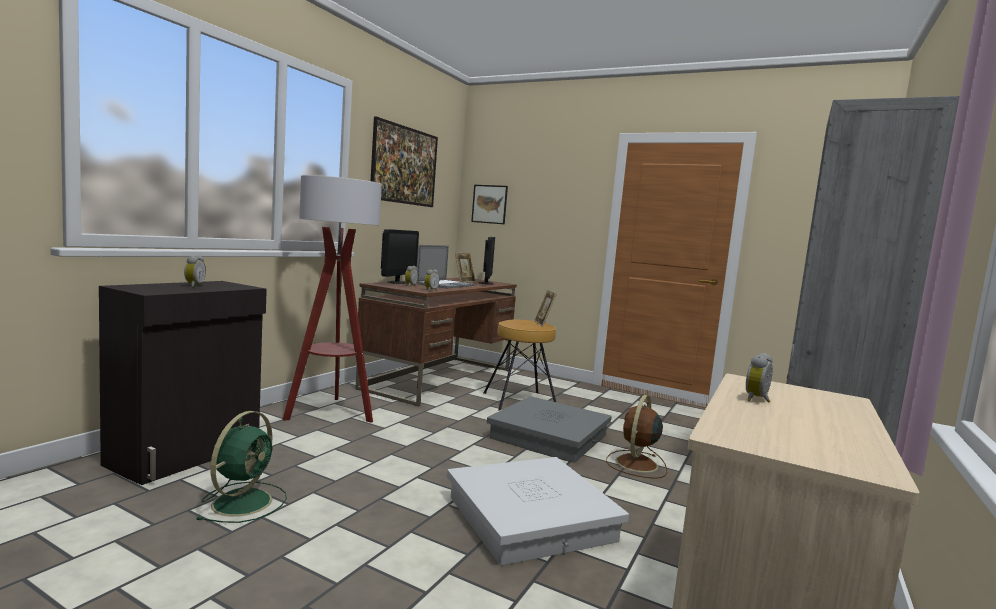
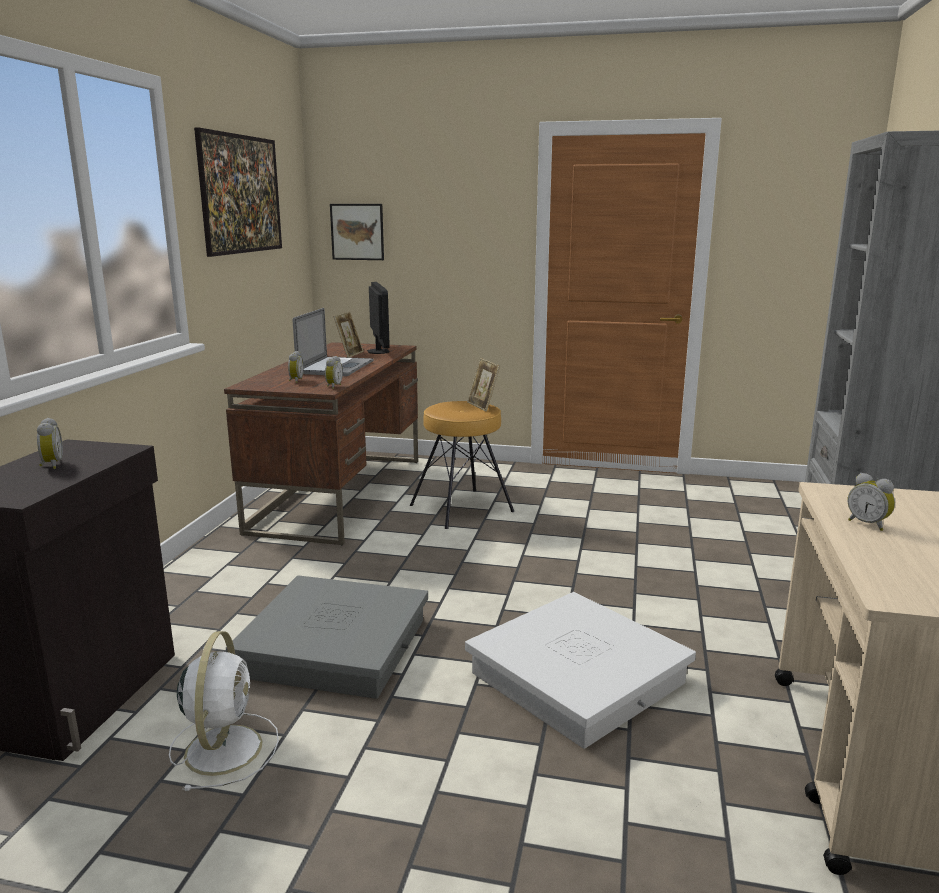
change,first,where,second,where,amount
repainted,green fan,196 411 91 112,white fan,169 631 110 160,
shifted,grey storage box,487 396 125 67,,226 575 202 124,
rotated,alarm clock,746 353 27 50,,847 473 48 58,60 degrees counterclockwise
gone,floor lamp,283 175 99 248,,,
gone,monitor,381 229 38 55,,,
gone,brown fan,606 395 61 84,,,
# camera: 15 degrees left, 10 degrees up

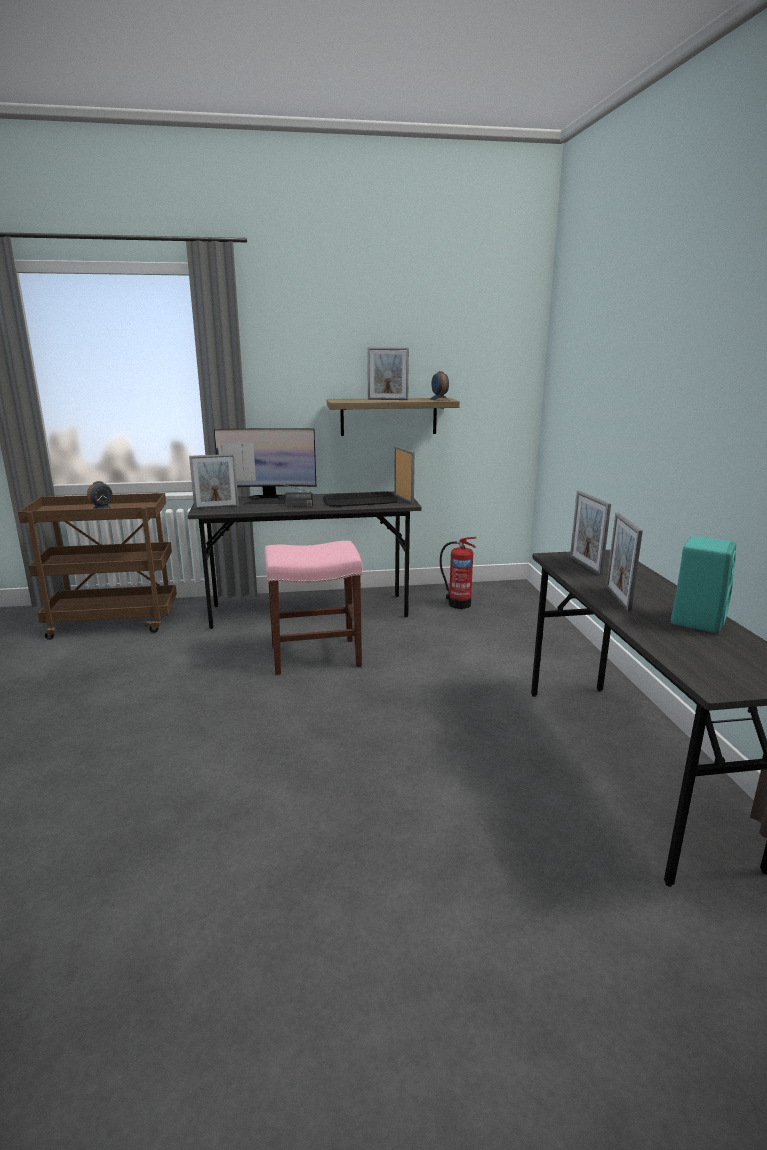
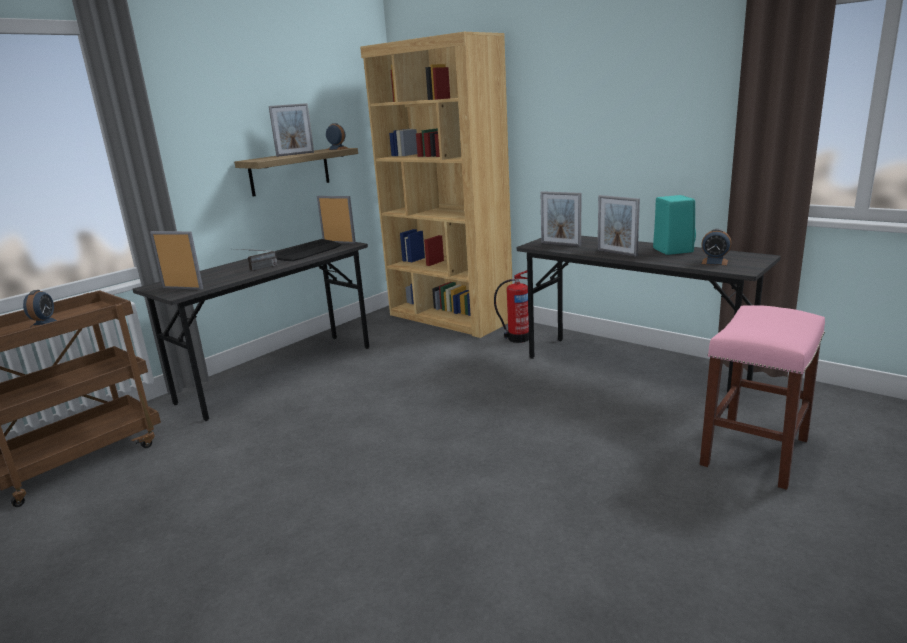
change,first,where,second,where,amount
rotated,picture frame,189 454 50 55,,150 231 53 59,105 degrees counterclockwise
new,,,brown bookcase,360 32 153 306,
shifted,fire extinguisher,440 537 37 72,,494 270 35 73,
shifted,pink stool,265 541 98 134,,700 305 125 185,
new,,,alarm clock,702 229 29 36,
gone,monitor,214 428 102 76,,,
# camera: 40 degrees left, 0 degrees up

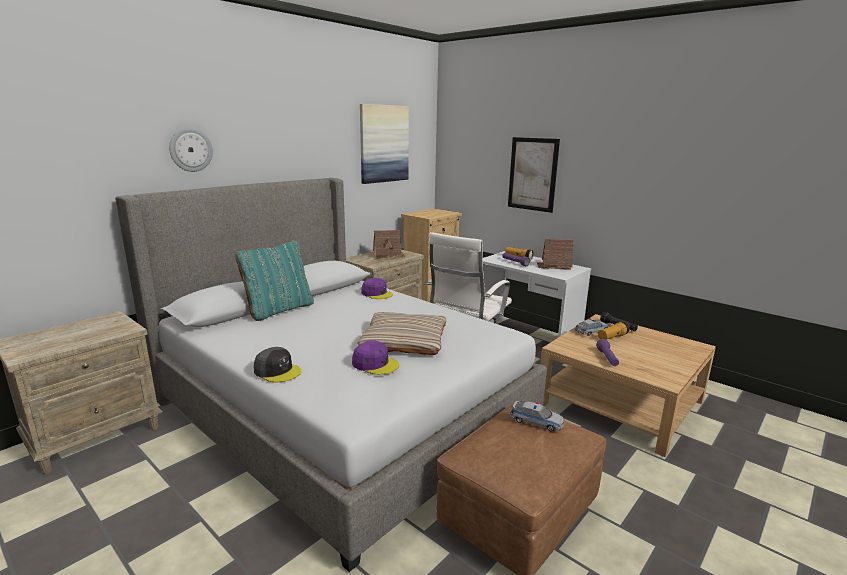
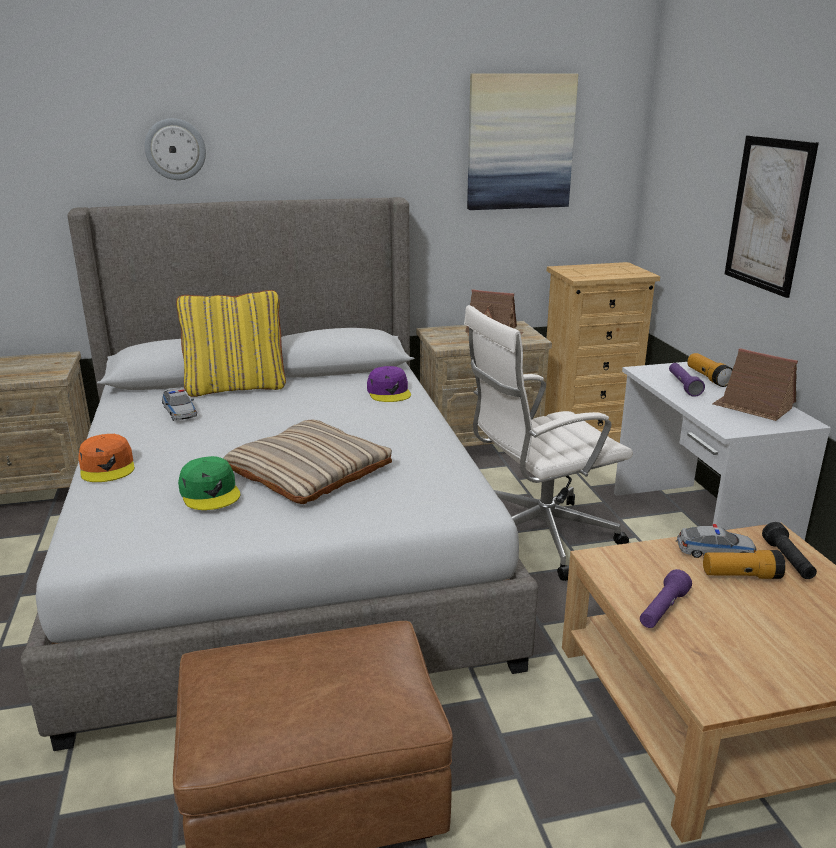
change,first,where,second,where,amount
repainted,grey cap,254 347 47 35,orange cap,78 434 57 48,
shifted,toy car,510 401 55 31,,162 388 35 33,
repainted,turquoise pillow,235 240 79 81,yellow pillow,176 290 110 107,
repainted,purple cap,352 341 47 34,green cap,178 456 63 54,
# camera: 35 degrees right, 5 degrees up

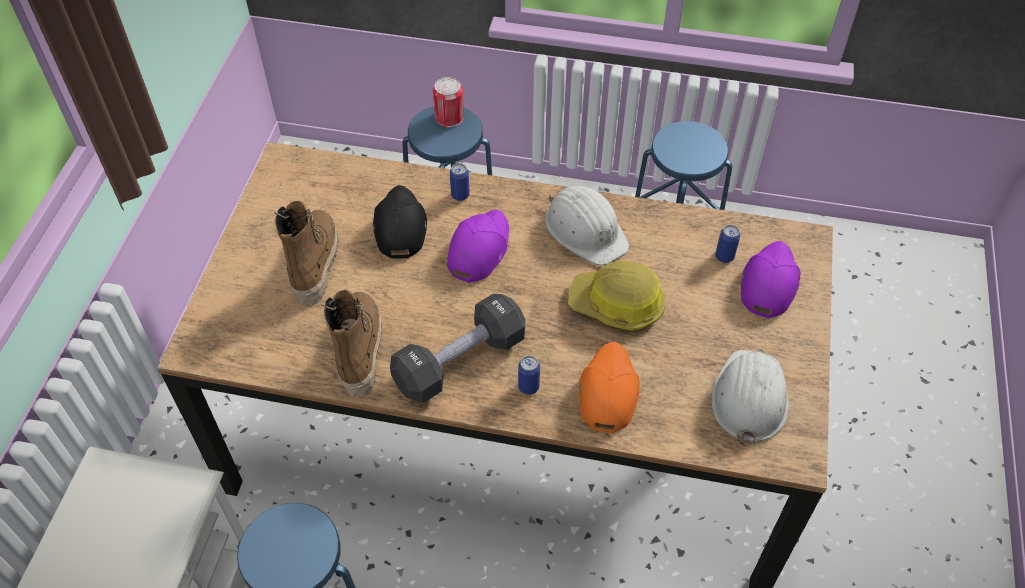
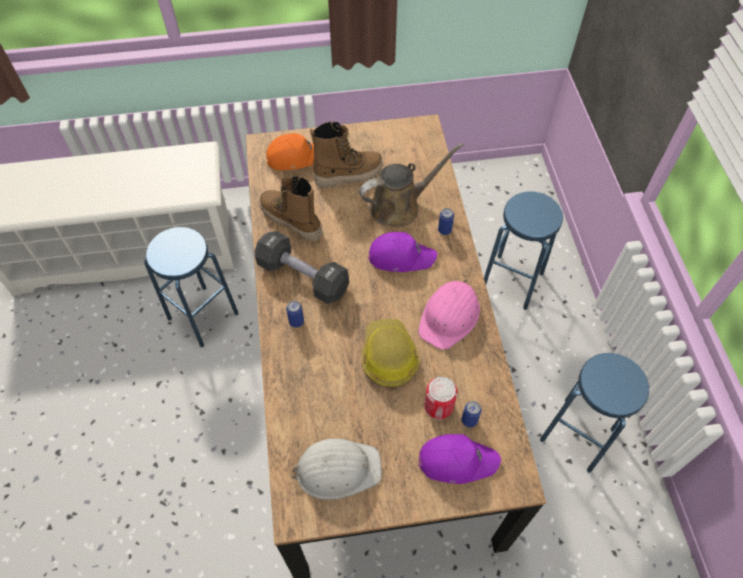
change,first,where,second,where,amount
rotated,boot,321 290 61 107,,260 176 62 65,120 degrees counterclockwise
shifted,orange cap,579 342 61 92,,266 133 48 37,
swapped,black cap,373 185 54 74,brown watering can,359 143 105 84,
repainted,white hard hat,545 186 85 79,pink hard hat,418 280 62 70,
shifted,can,433 77 31 50,,424 377 33 43,
# camera: 70 degrees right, 5 degrees up

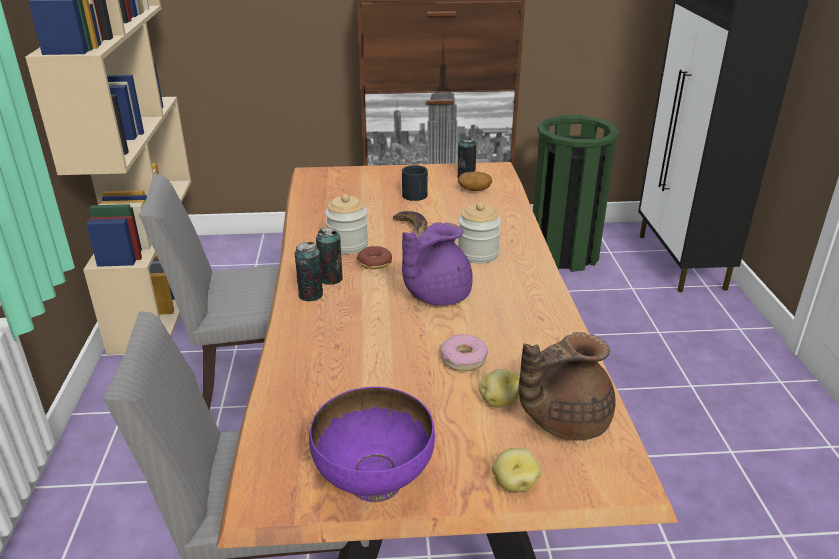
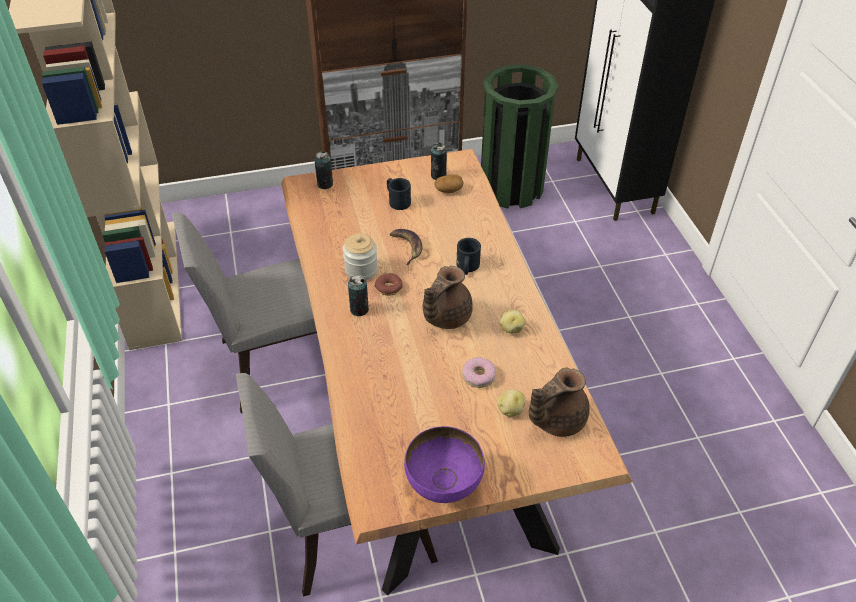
change,first,where,second,where,amount
shifted,can,294 242 29 59,,314 151 19 38,
repainted,purple teapot,402 222 71 84,brown teapot,423 266 50 63,
swapped,jar,458 202 43 62,black mug,456 238 25 37,
shifted,potato,492 448 49 44,,499 310 27 24,
# camera: 10 degrees left, 15 degrees up

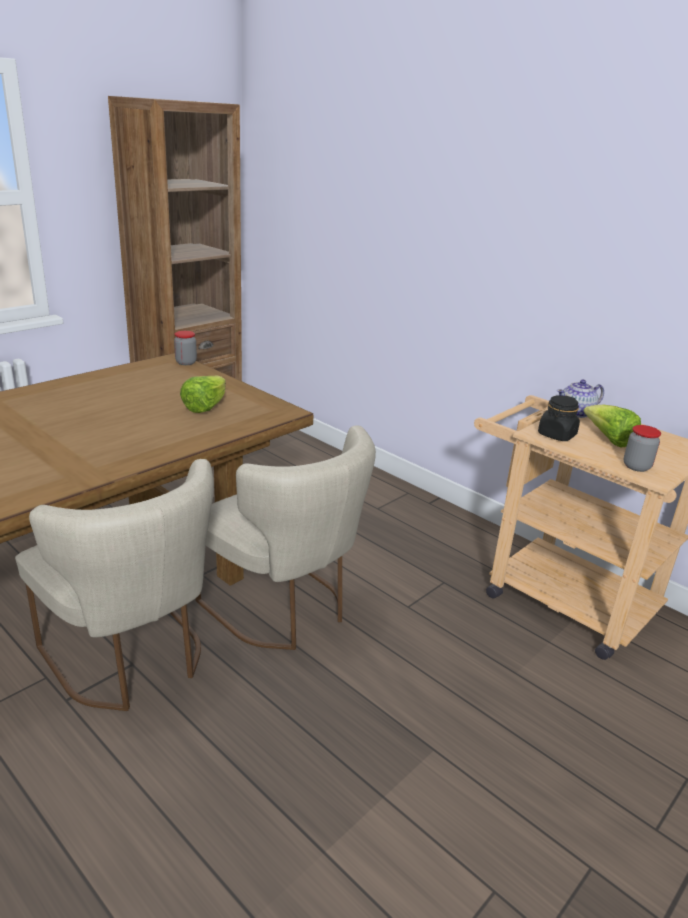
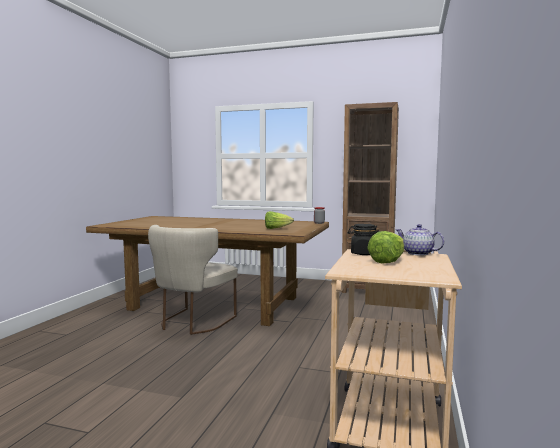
change,first,where,second,where,amount
gone,beige chair,196 426 180 224,,,
gone,jar,624 425 37 47,,,
# camera: 65 degrees right, 20 degrees down

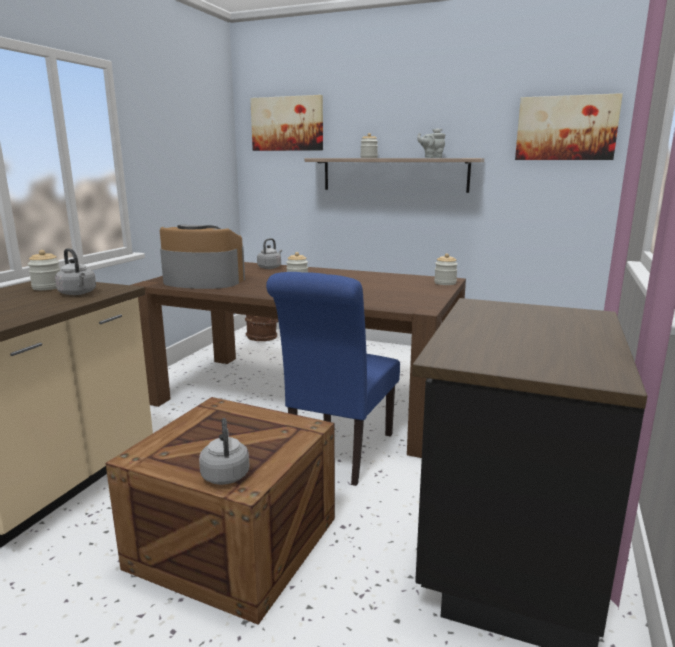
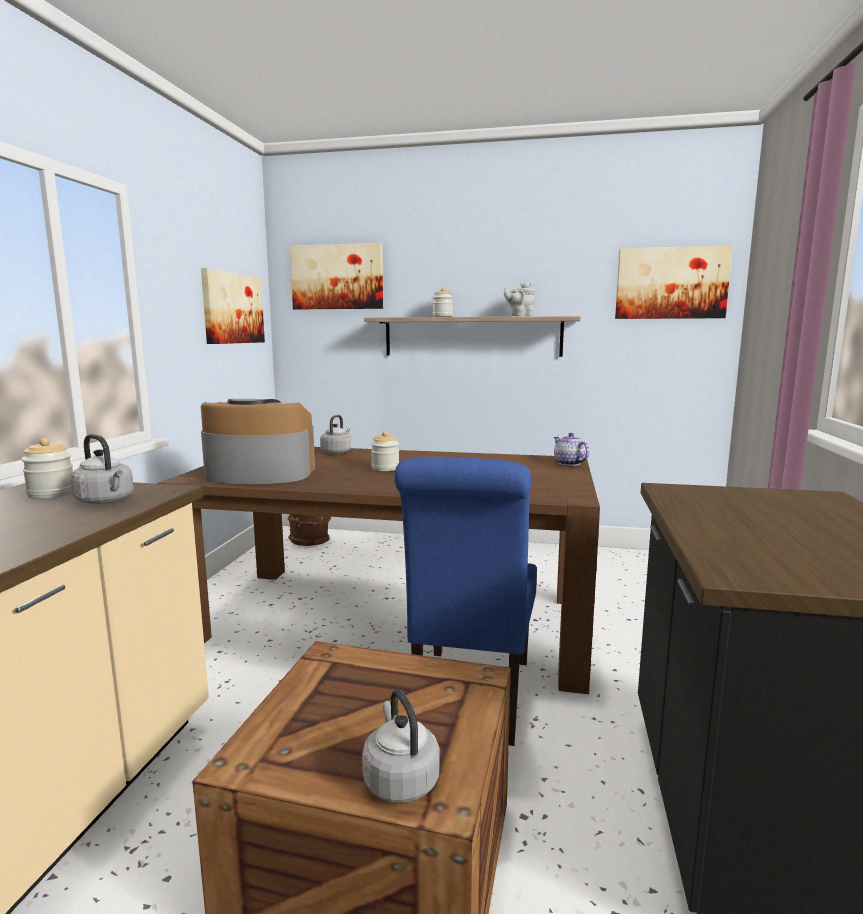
change,first,where,second,where,amount
new,,,picture,201 268 64 76,
swapped,jar,434 253 24 32,teapot,554 433 35 33,
# camera: 10 degrees left, 5 degrees down

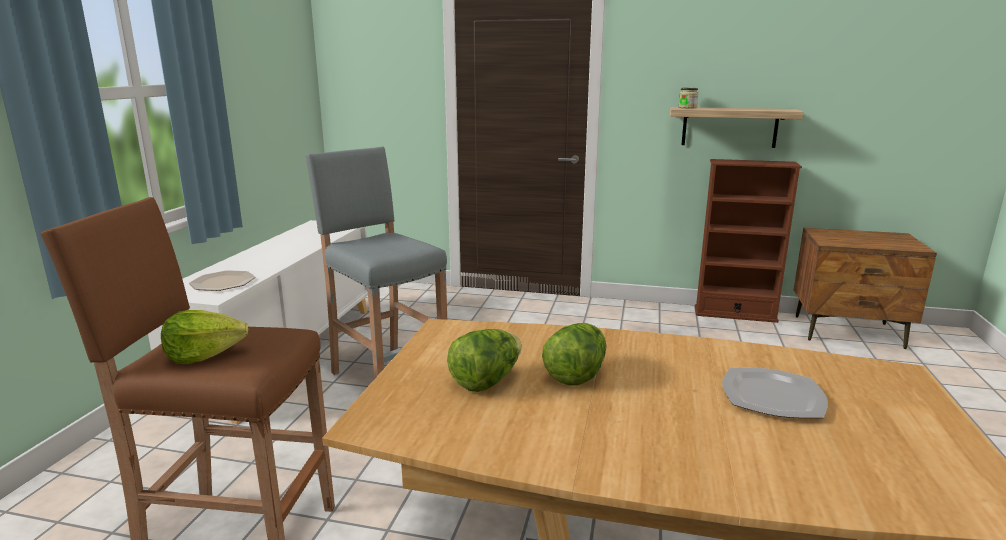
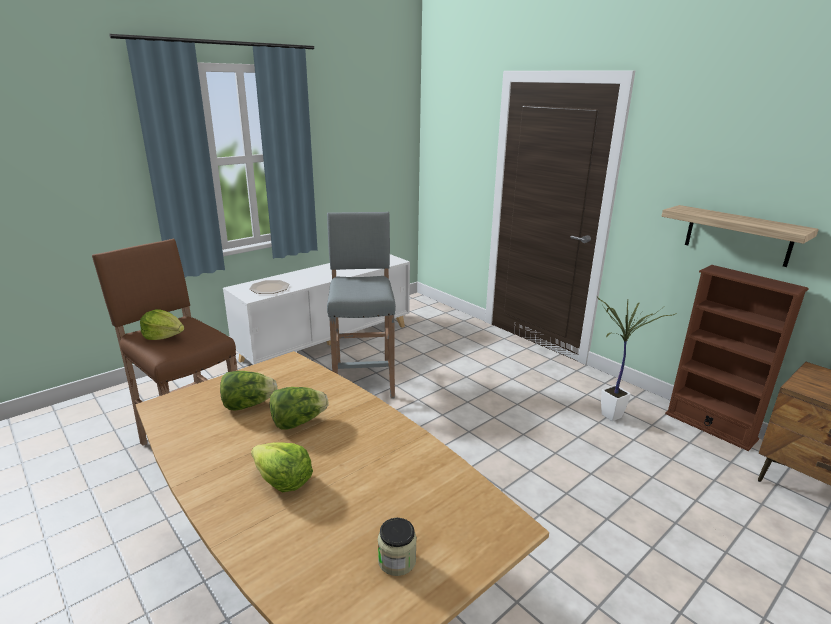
change,first,where,second,where,amount
new,,,lettuce,251 443 62 49,
shifted,jar,679 88 19 20,,378 518 39 58,
new,,,potted plant,597 297 78 124,
gone,plate,722 367 106 51,,,
# camera: 35 degrees right, 5 degrees up

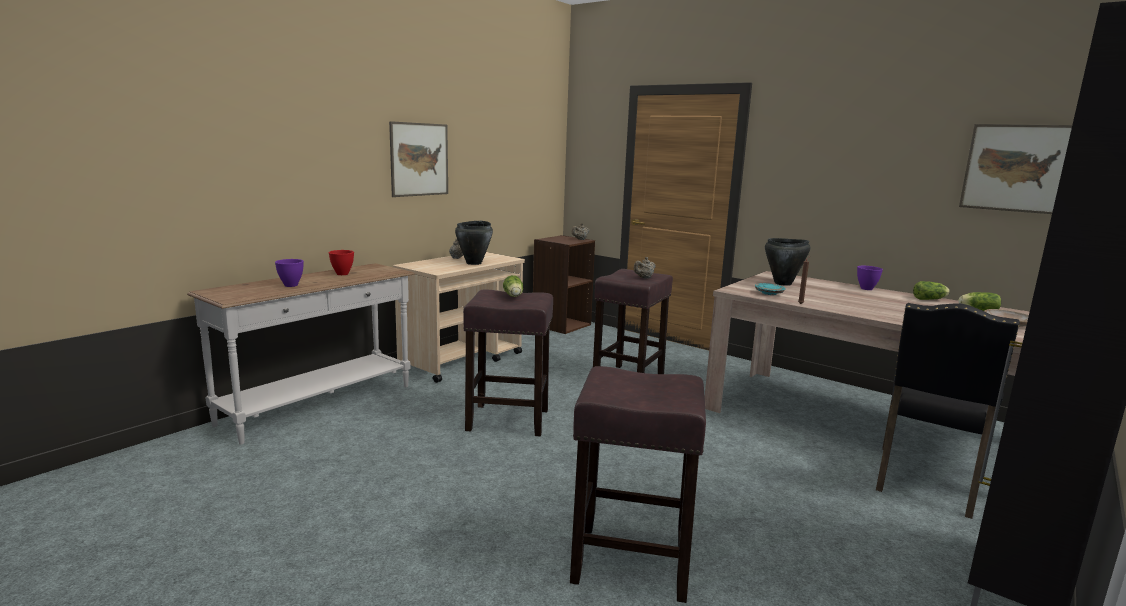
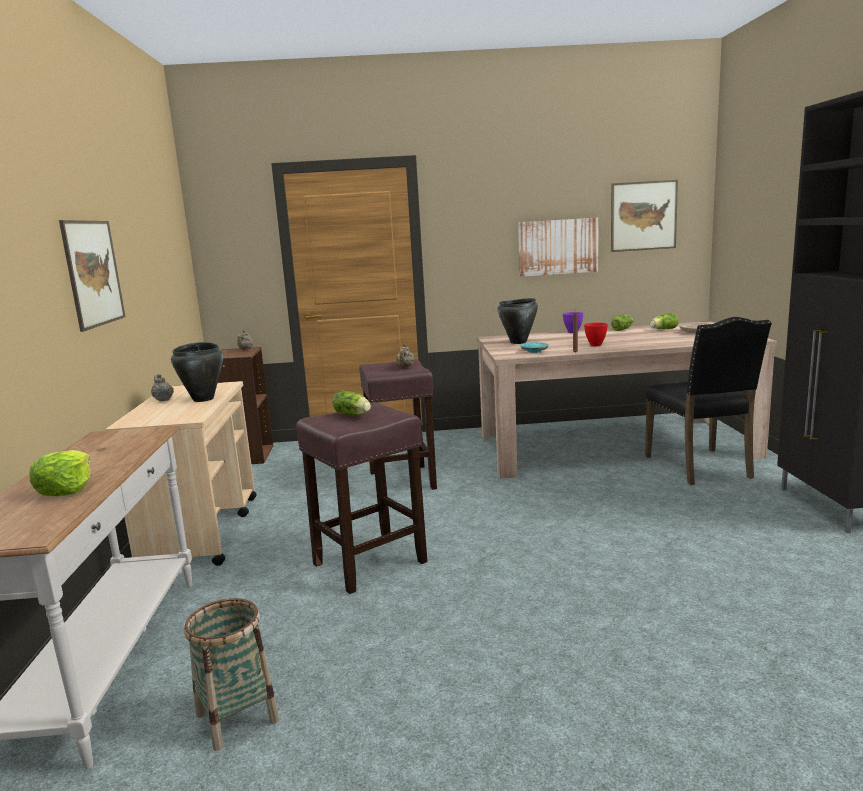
change,first,where,second,where,amount
swapped,purple bowl,275 259 29 28,lettuce,29 450 61 46,
new,,,basket,184 598 95 153,
new,,,picture,518 218 80 59,
shifted,red bowl,329 250 25 25,,584 322 24 24,
gone,brown stool,570 366 136 237,,,
# camera: 40 degrees left, 0 degrees up

